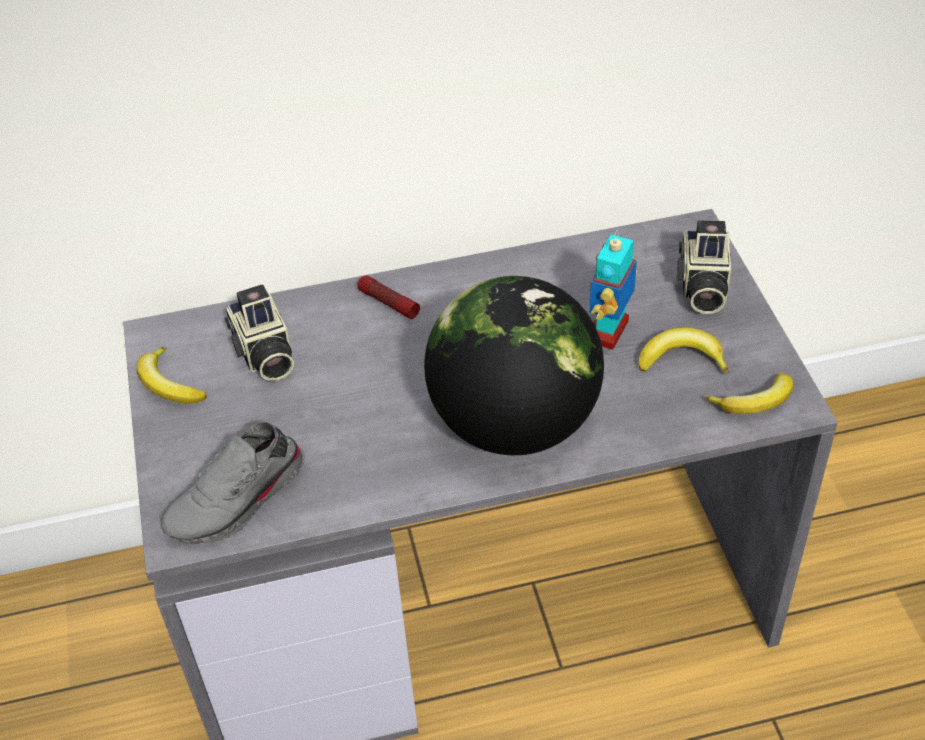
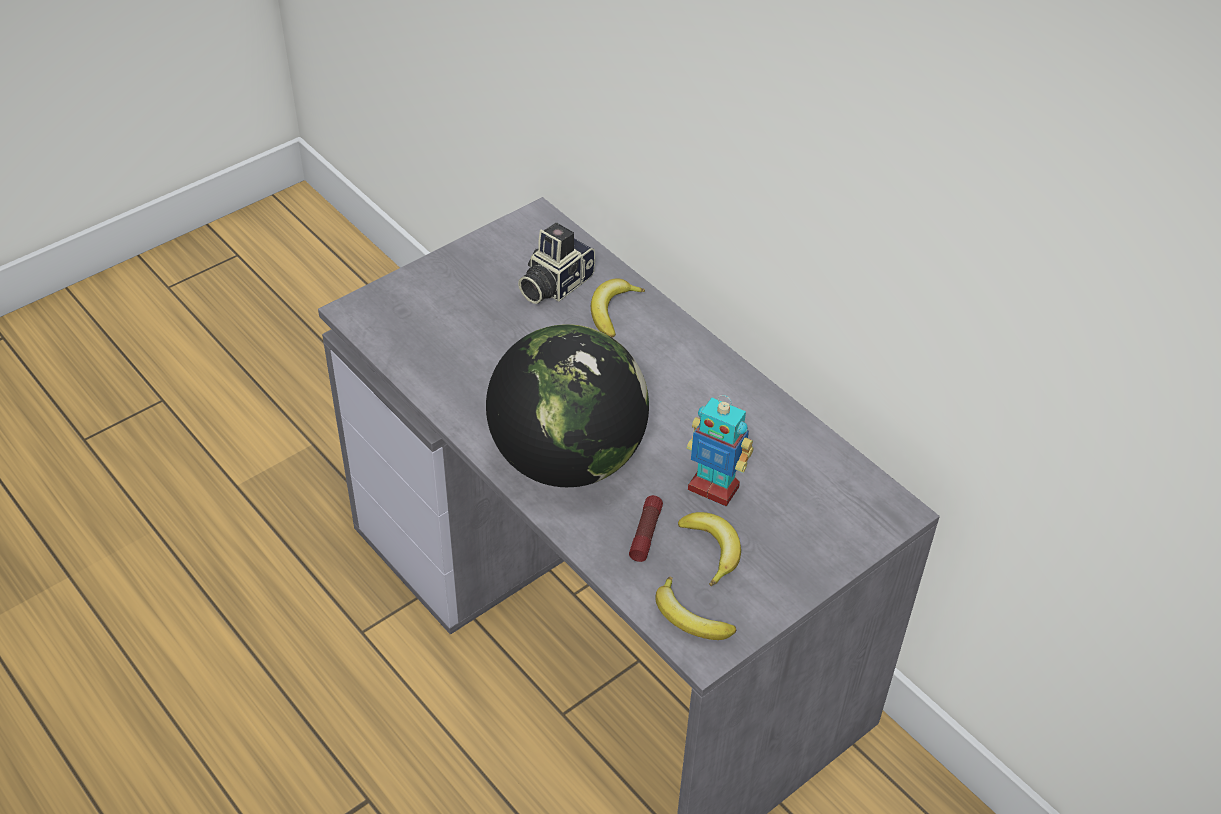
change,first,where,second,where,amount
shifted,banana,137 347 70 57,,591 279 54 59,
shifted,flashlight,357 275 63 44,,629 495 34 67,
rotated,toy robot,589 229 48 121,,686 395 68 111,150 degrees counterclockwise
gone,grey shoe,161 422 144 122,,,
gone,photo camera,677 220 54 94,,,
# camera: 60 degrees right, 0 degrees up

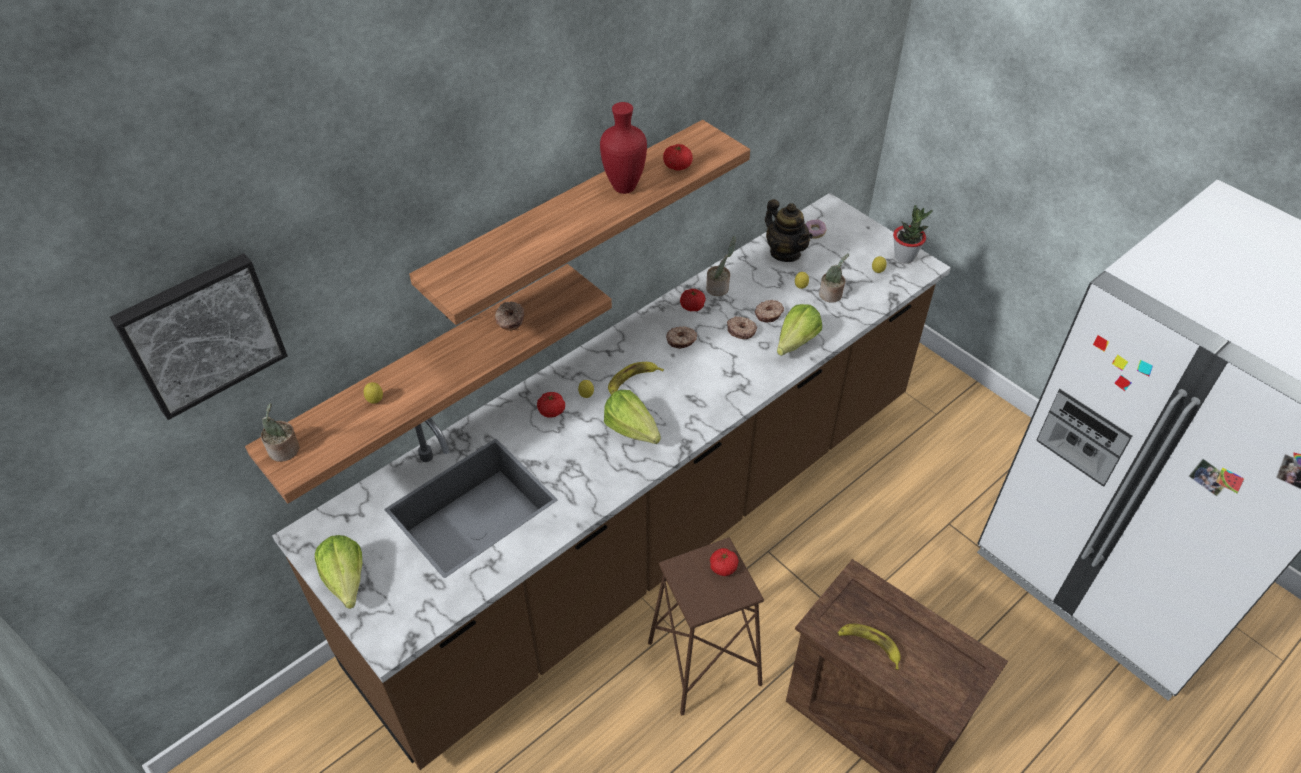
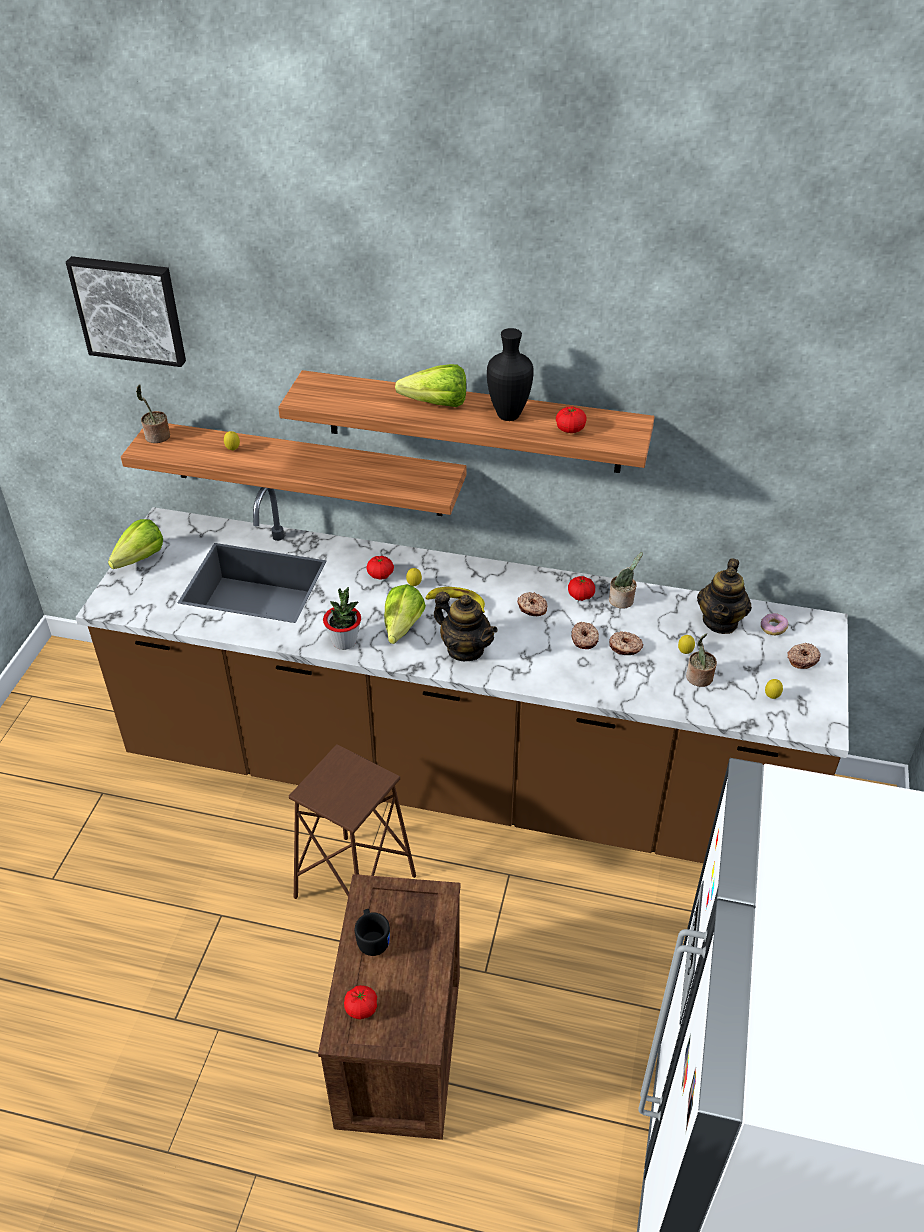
change,first,where,second,where,amount
shifted,potted plant,893 205 40 58,,323 587 38 63,
shifted,tomato,710 548 29 28,,344 985 33 34,
swapped,banana,838 623 62 47,black mug,355 909 35 47,
shifted,lettuce,777 304 45 52,,395 364 71 43,
new,,,teapot,434 591 64 70,
repainted,red vase,600 102 47 92,black vase,487 328 47 93,
shifted,donut,495 301 29 30,,787 643 34 26,
# camera: 55 degrees right, 5 degrees down

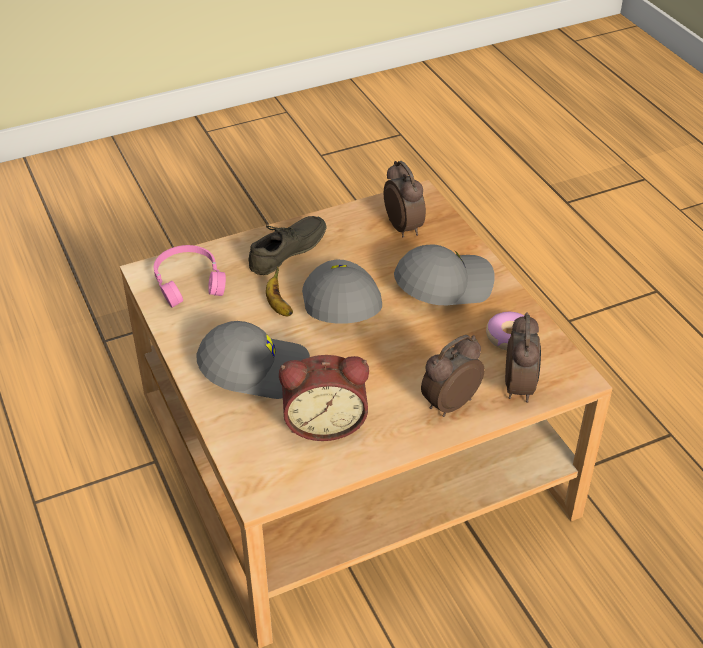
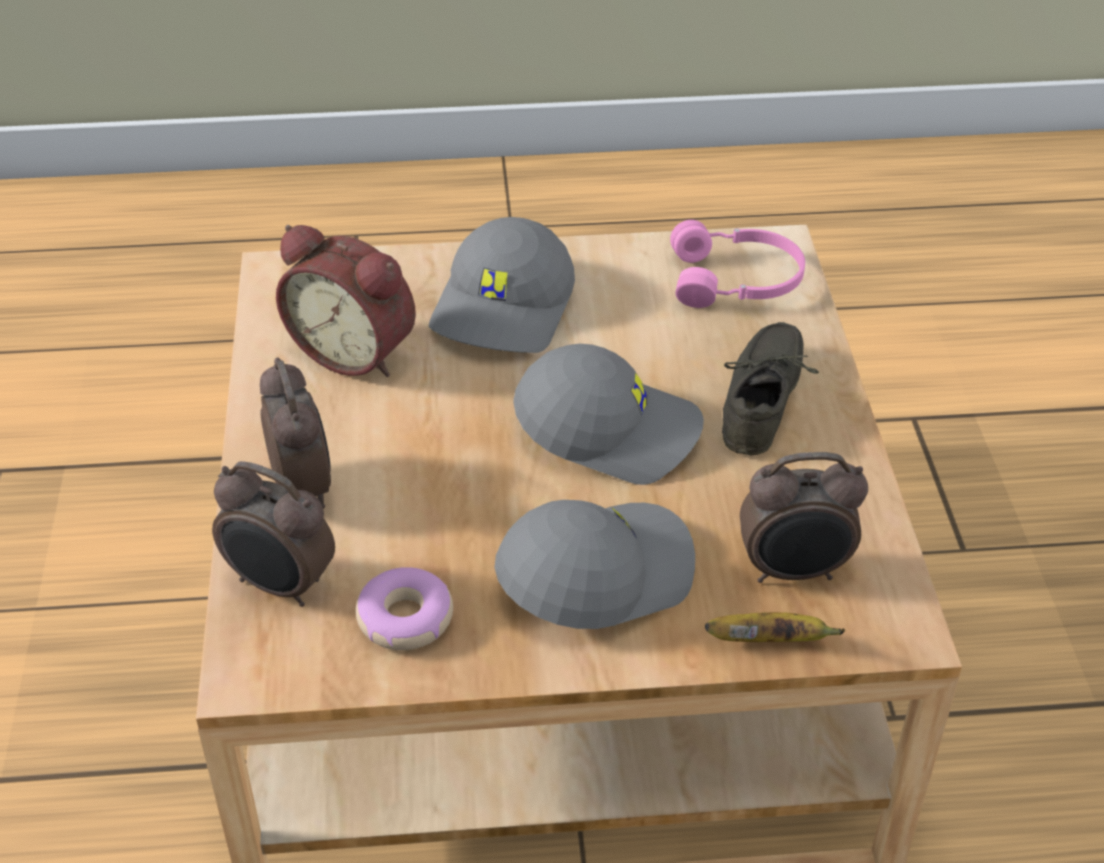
change,first,where,second,where,amount
rotated,alarm clock,279 355 90 86,,276 225 140 152,75 degrees counterclockwise
rotated,grey cap,394 245 101 60,,494 500 201 129,120 degrees counterclockwise
shifted,banana,266 267 27 49,,705 612 140 30,
rotated,grey shoe,249 216 78 59,,722 322 97 133,135 degrees counterclockwise
# camera: 110 degrees right, 0 degrees up

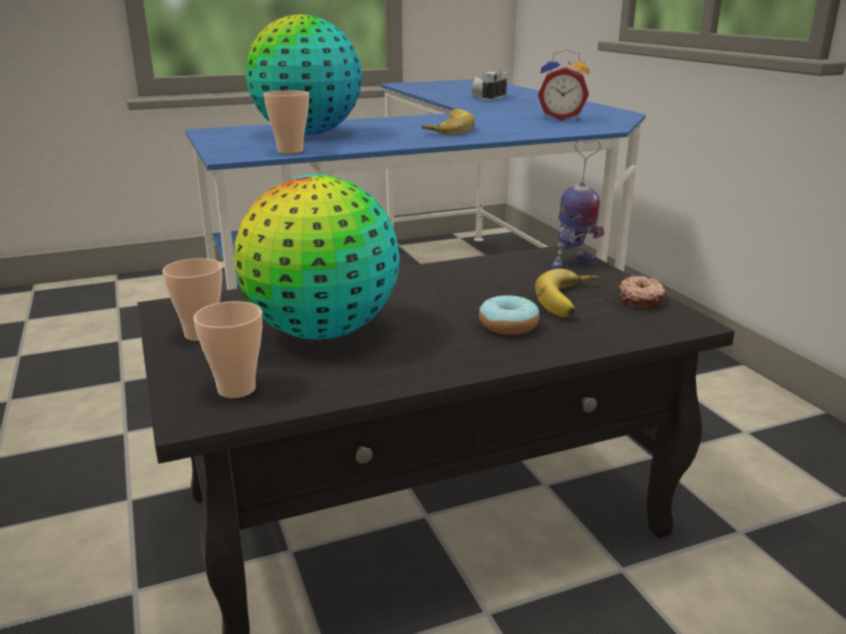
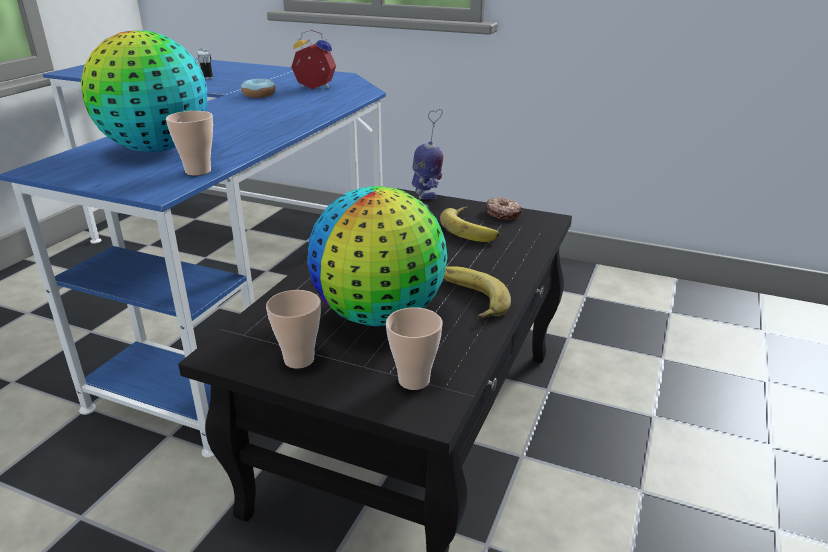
change,first,where,second,where,amount
shifted,donut,479 295 60 40,,241 79 35 19,
rotated,alarm clock,538 49 52 72,,291 29 45 60,135 degrees counterclockwise
shifted,banana,421 110 54 25,,444 266 67 53,
# camera: 45 degrees left, 5 degrees up

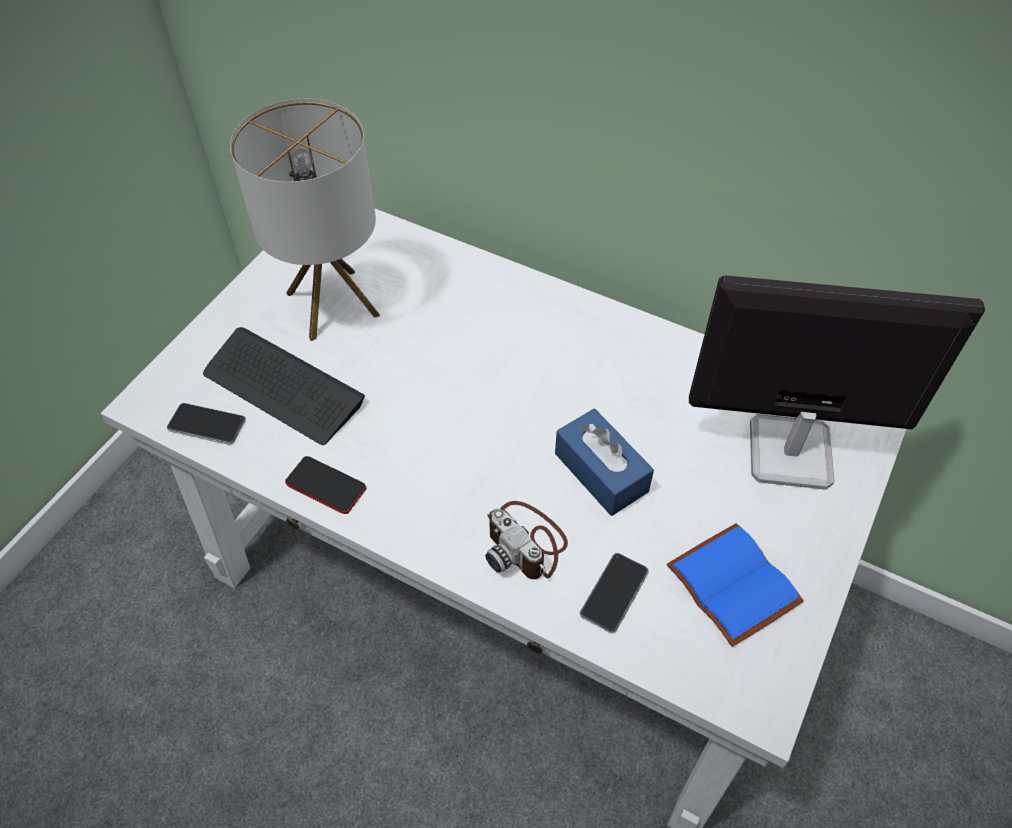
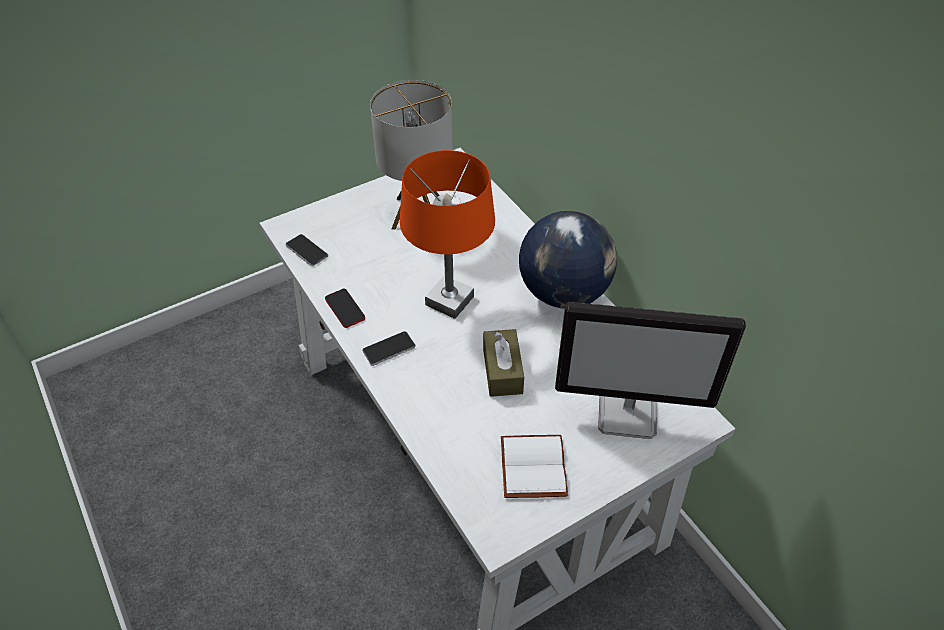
change,first,where,second,where,amount
shifted,phone,580 553 69 80,,362 331 54 35,
new,,,orange table lamp,400 150 95 169,
repainted,blue tissue box,555 409 99 107,brown tissue box,483 329 41 68,
repainted,blue book,667 523 137 124,white book,501 435 67 63,
new,,,globe,519 211 98 98,
rotated,monitor,689 275 296 215,,555 302 191 137,150 degrees clockwise
gone,keyboard,203 327 162 118,,,
gone,photo camera,485 501 83 78,,,
# camera: 30 degrees right, 5 degrees down

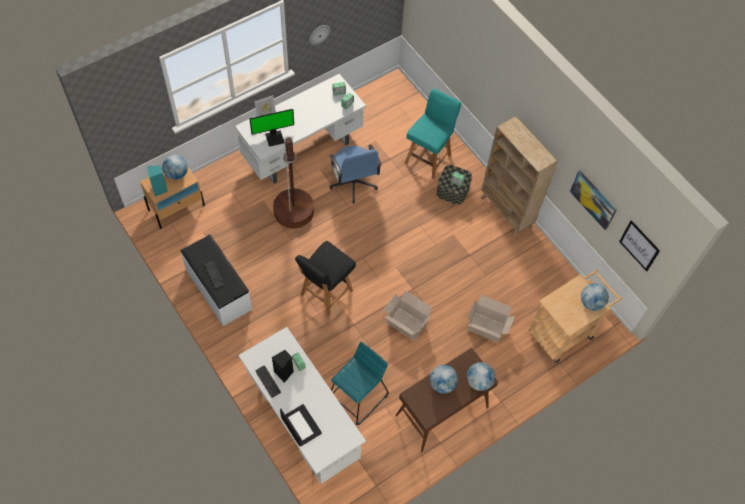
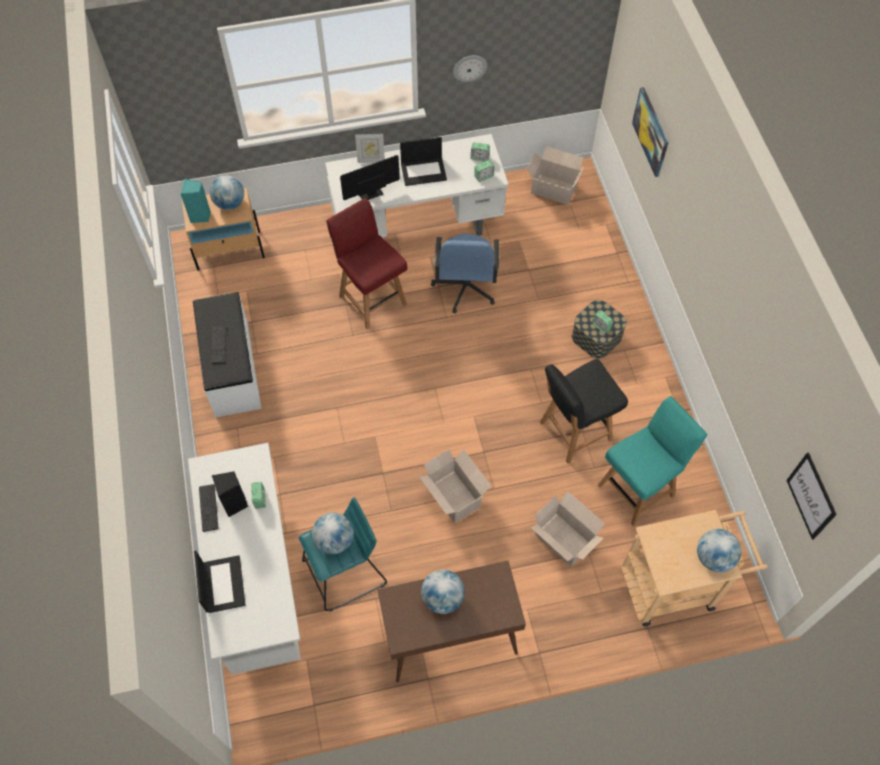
change,first,where,second,where,amount
shifted,globe,467 362 28 29,,312 513 42 41,
swapped,brown floor lamp,273 137 41 92,red chair,326 198 81 132,
rotated,monitor,250 109 44 38,,340 155 60 45,150 degrees clockwise
new,,,laptop,400 137 47 49,
new,,,cardboard box,527 146 58 59,
shifted,black chair,295 241 61 75,,540 359 88 105,
shifted,turquoise chair,405 88 56 91,,598 396 109 130,
shifted,picture,570 171 47 59,,632 87 37 90,
gone,beige bookcase,480 116 78 122,,,
# camera: 25 degrees right, 0 degrees up

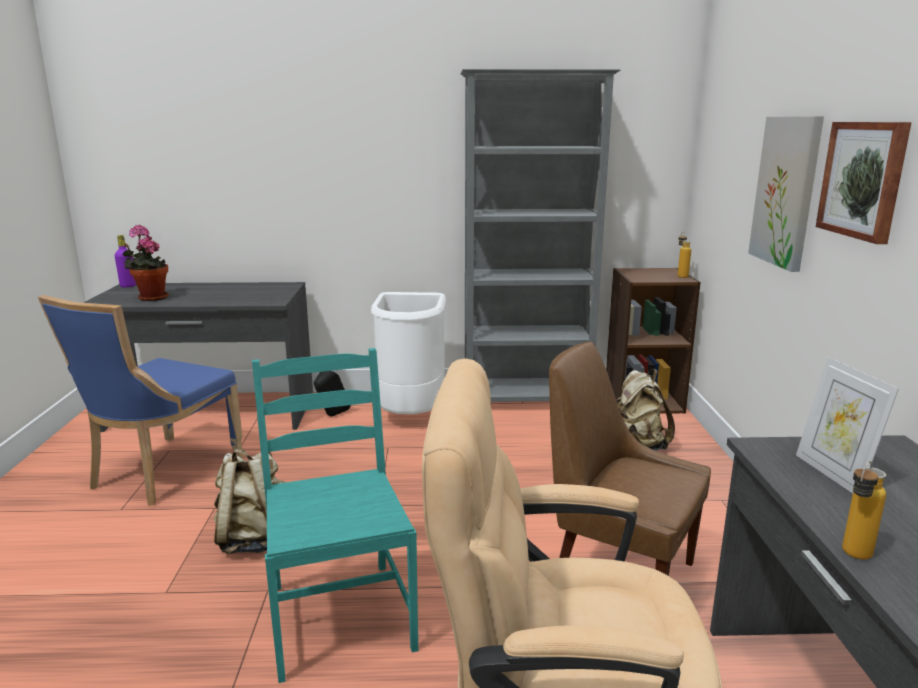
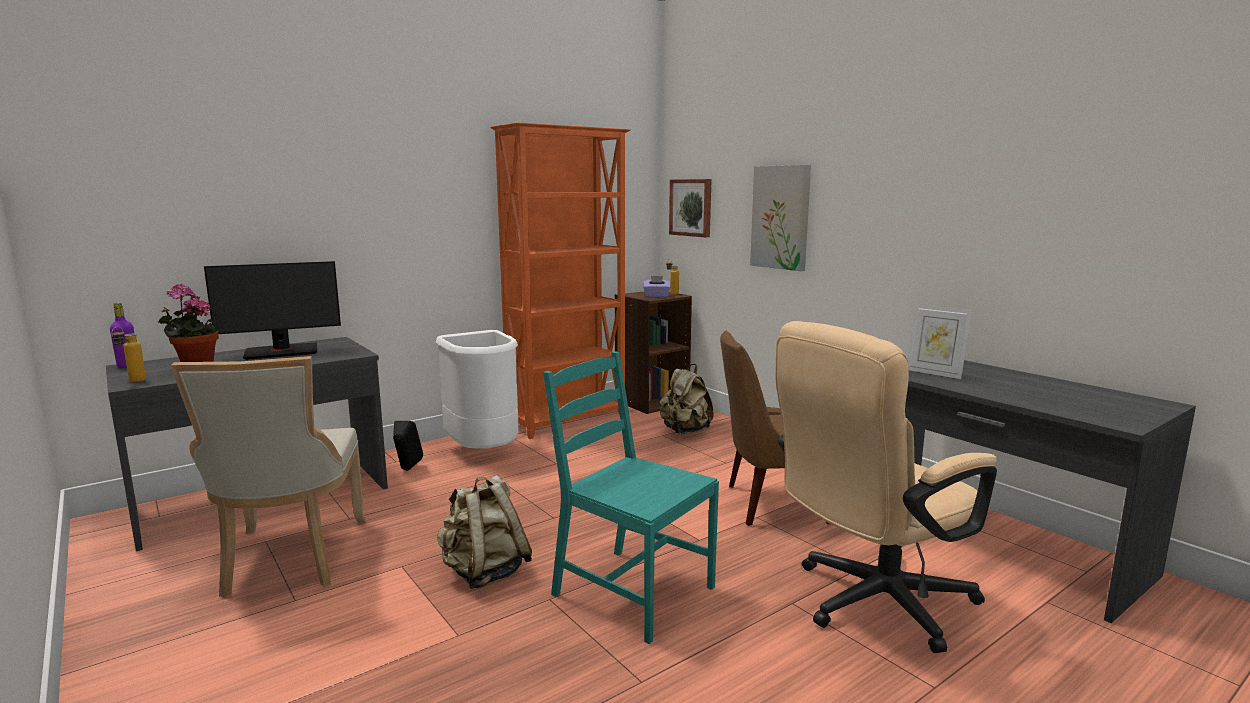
change,first,where,second,where,amount
shifted,bottle,842 461 44 99,,111 327 35 55,
repainted,blue chair,38 295 208 211,beige chair,171 356 196 242,
new,,,monitor,204 261 137 99,
repainted,grey bookcase,461 69 159 333,orange bookcase,491 122 140 317,
new,,,purple tissue box,643 276 28 22,
shifted,picture,816 122 96 122,,669 179 43 58,
# camera: 35 degrees left, 5 degrees down

